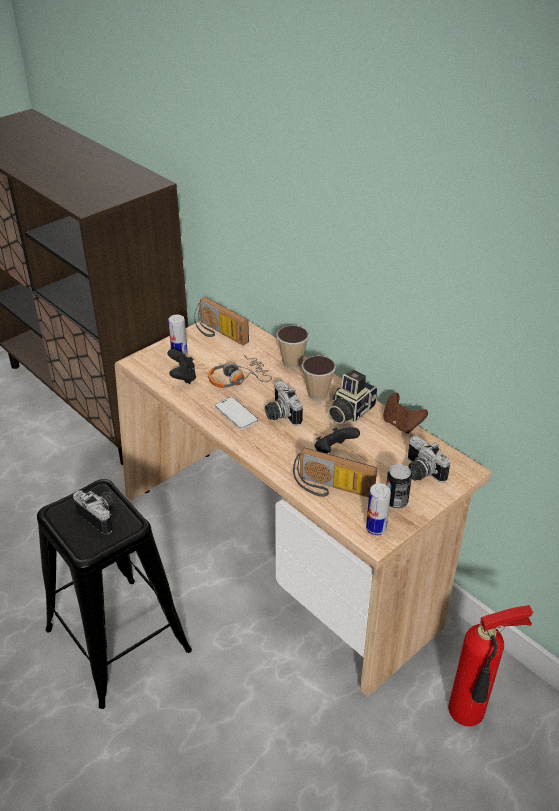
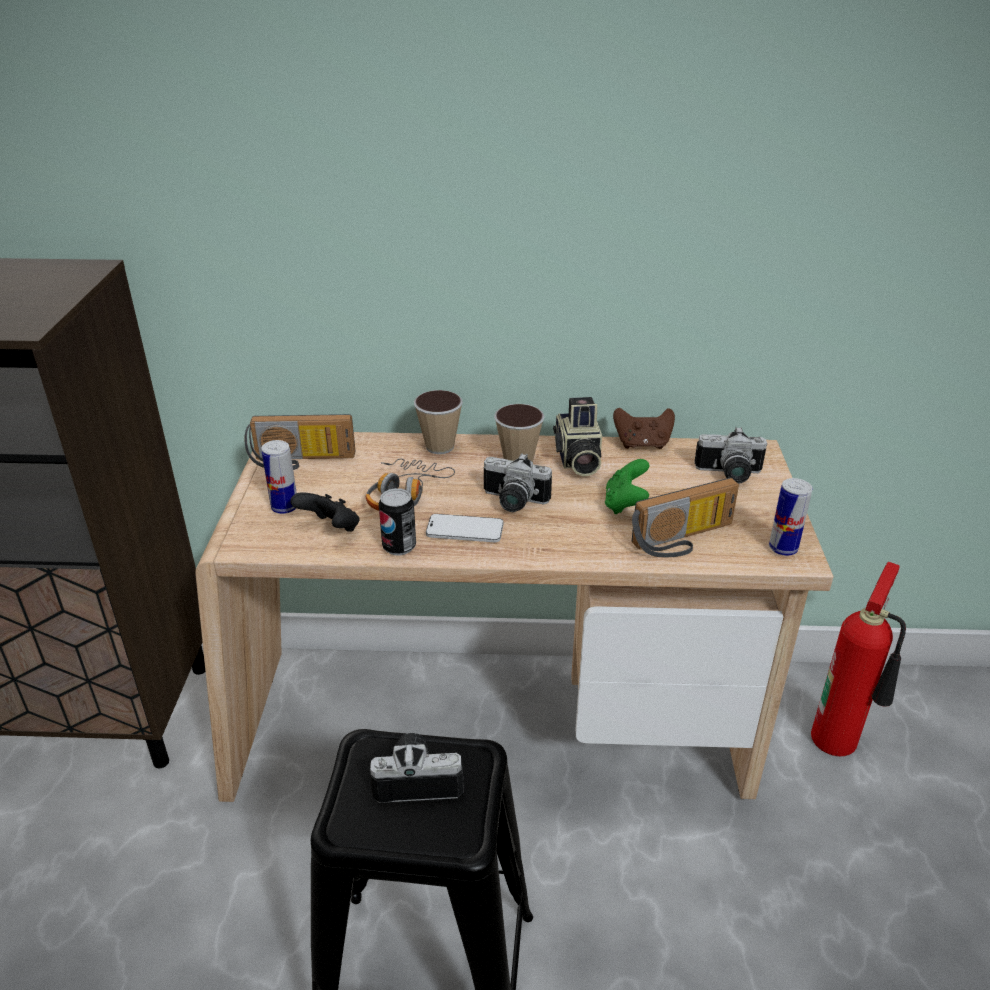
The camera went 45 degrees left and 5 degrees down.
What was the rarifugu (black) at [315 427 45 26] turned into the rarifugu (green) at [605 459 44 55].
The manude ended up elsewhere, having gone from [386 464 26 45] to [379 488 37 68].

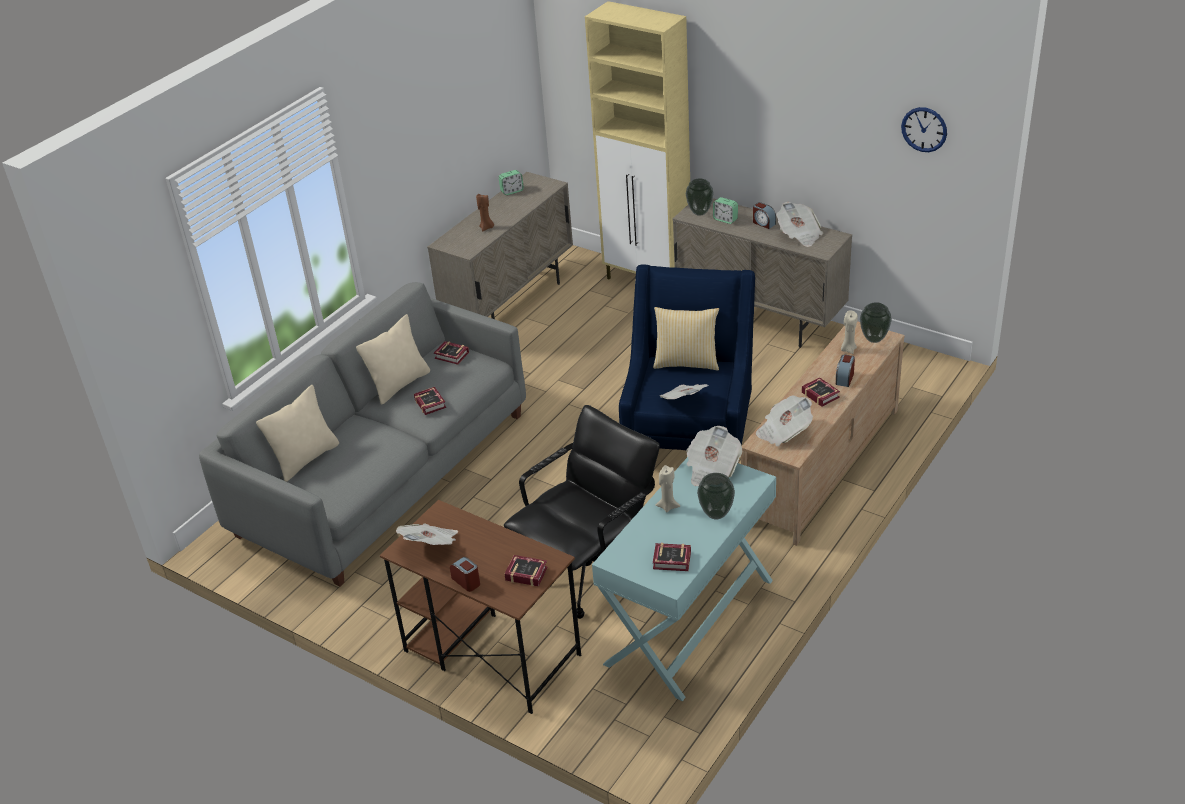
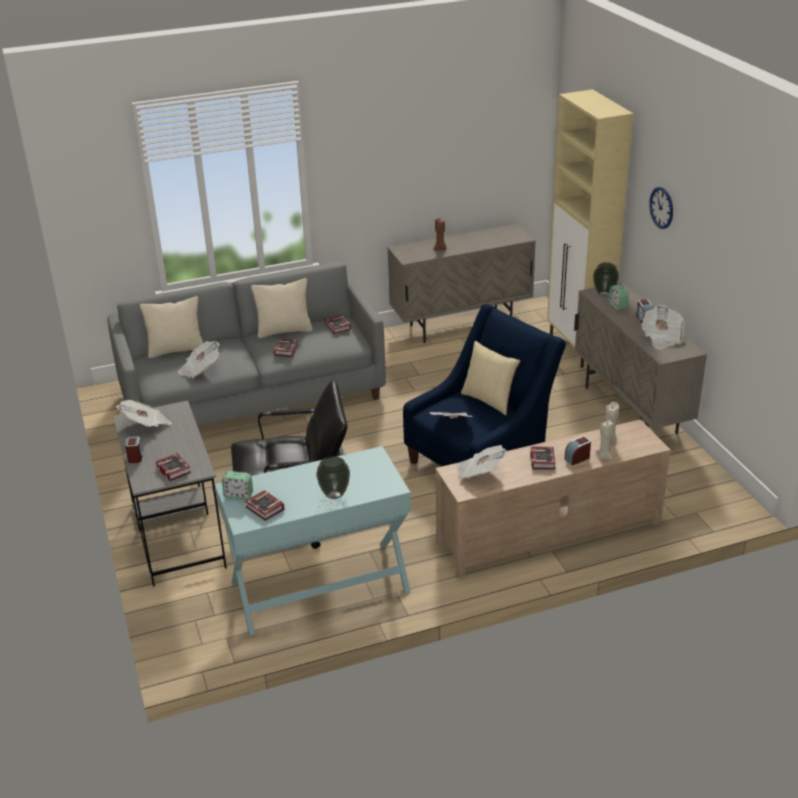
The camera went 35 degrees right and 5 degrees down.
The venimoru ended up elsewhere, having gone from [901 107 46 45] to [649 187 24 42].
The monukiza ended up elsewhere, having gone from [499 170 25 25] to [222 471 31 29].
The second view lost the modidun at [860 302 32 41].
The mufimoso ended up elsewhere, having gone from [686 426 56 60] to [178 341 42 37].
The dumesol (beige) ended up elsewhere, having gone from [655 465 25 47] to [595 420 19 40].
What was the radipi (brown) at [380 500 201 214] turned into the radipi (grey) at [113 401 114 186].

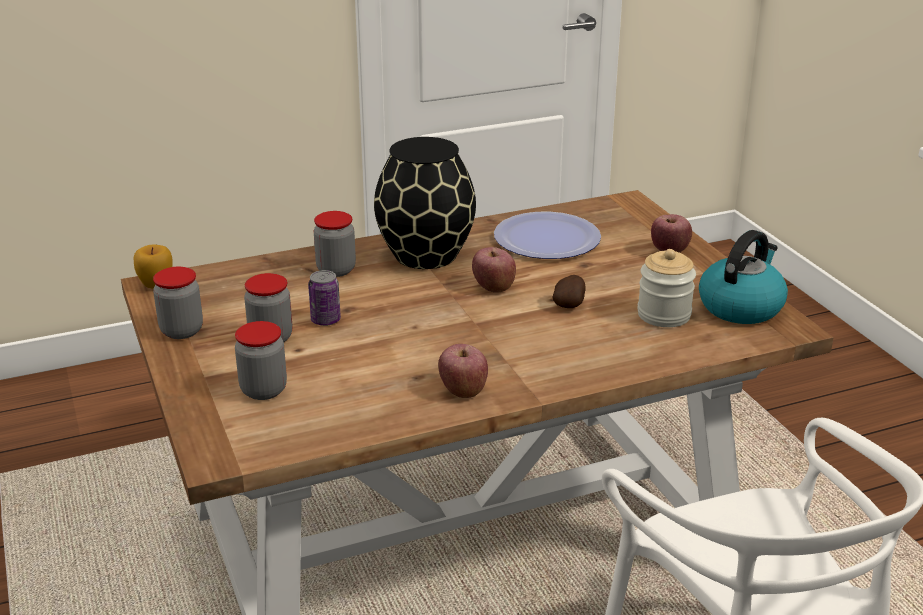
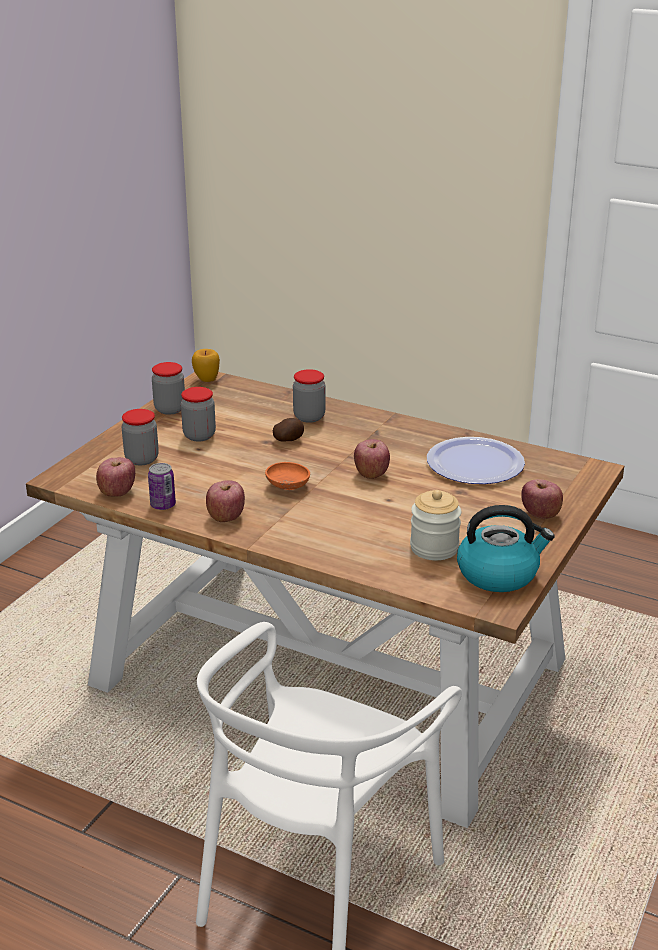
The camera went 50 degrees right and 0 degrees up.
The second view lost the modidun (black) at [374 137 102 132].
The manude ended up elsewhere, having gone from [308 270 33 56] to [148 463 28 47].
The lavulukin ended up elsewhere, having gone from [553 275 33 33] to [273 418 31 24].
The second view gained the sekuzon at [96 457 39 40].
The second view gained the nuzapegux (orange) at [265 462 45 28].

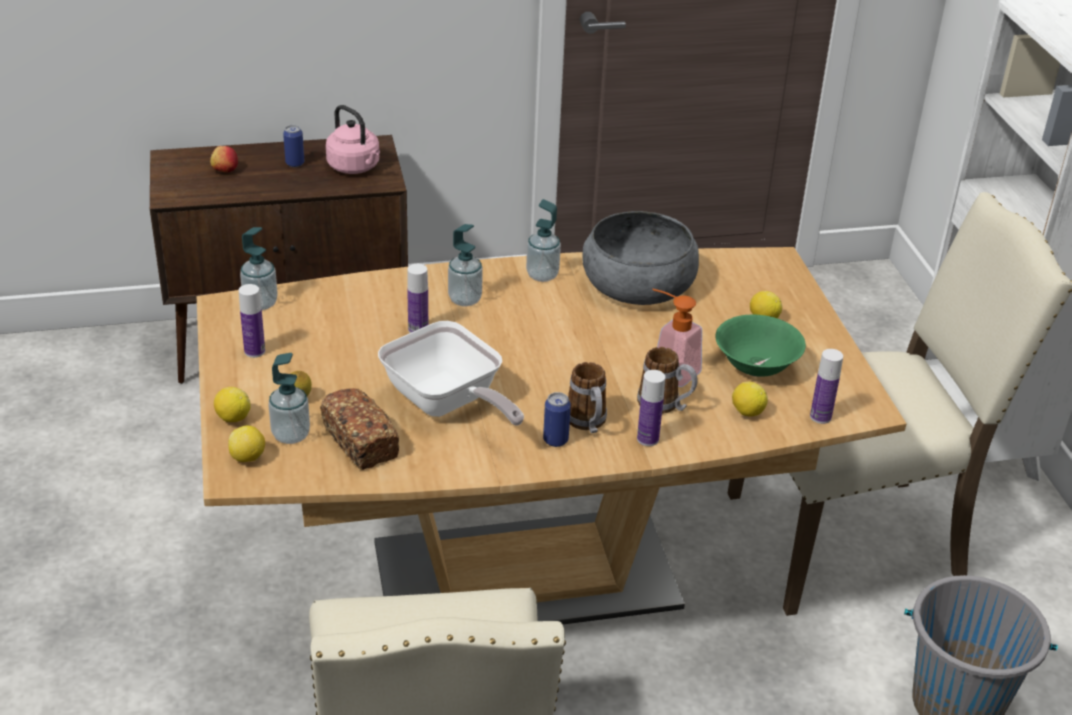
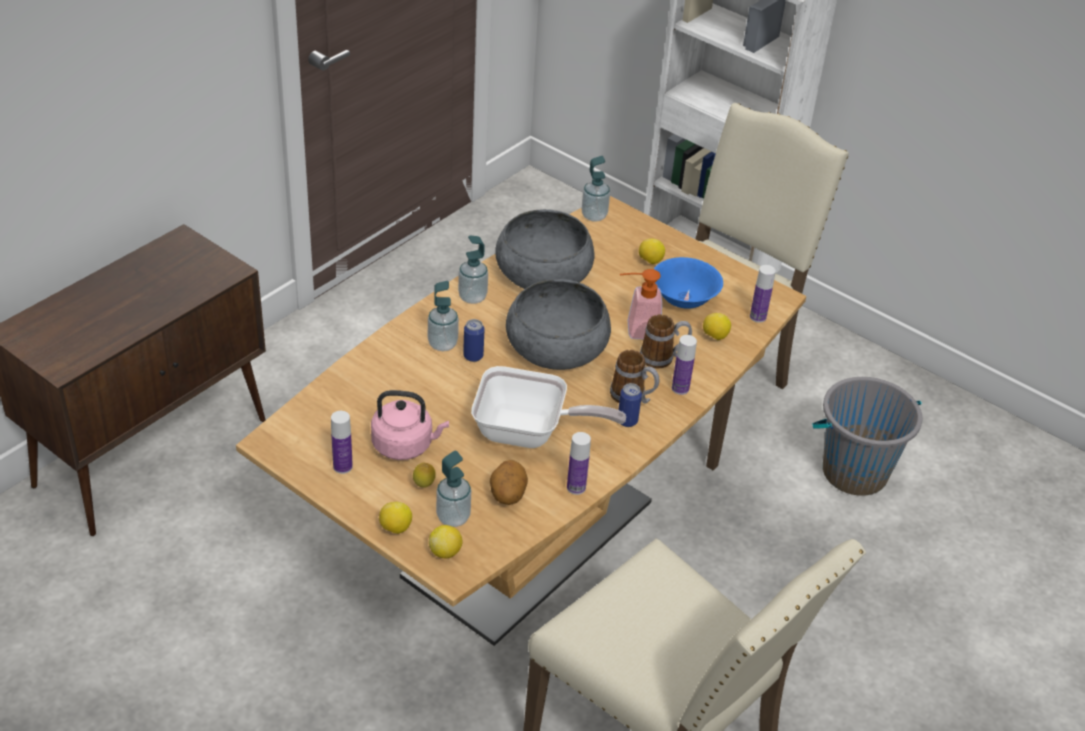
The camera went 40 degrees left and 5 degrees up.
The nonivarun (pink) ended up elsewhere, having gone from [326 105 54 69] to [371 390 78 70].
The manude ended up elsewhere, having gone from [283 125 21 42] to [463 319 22 43].
The second view lost the sekuzon at [210 146 28 27].
The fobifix ended up elsewhere, having gone from [240 227 38 83] to [582 156 28 66].
The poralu ended up elsewhere, having gone from [407 264 21 69] to [567 432 24 63].
What was the nuzapegux (green) at [715 315 91 62] turned into the nuzapegux (blue) at [654 257 69 52].
Where the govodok stood at [320 388 79 82], the lavulukin came to stand at [490 460 38 45].
The second view gained the nuzapegux (grey) at [506 279 105 91].

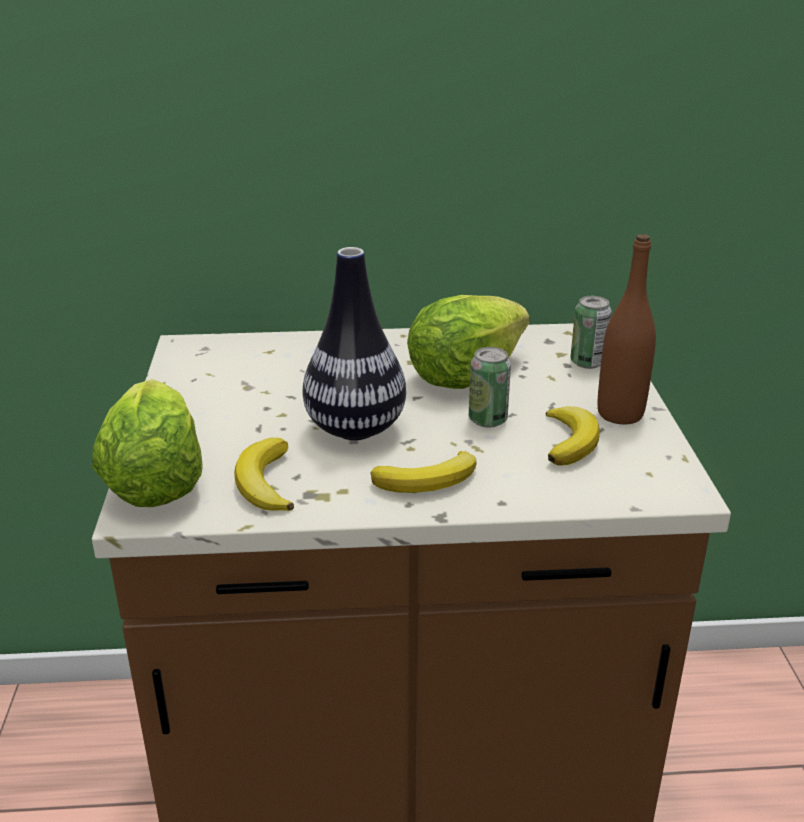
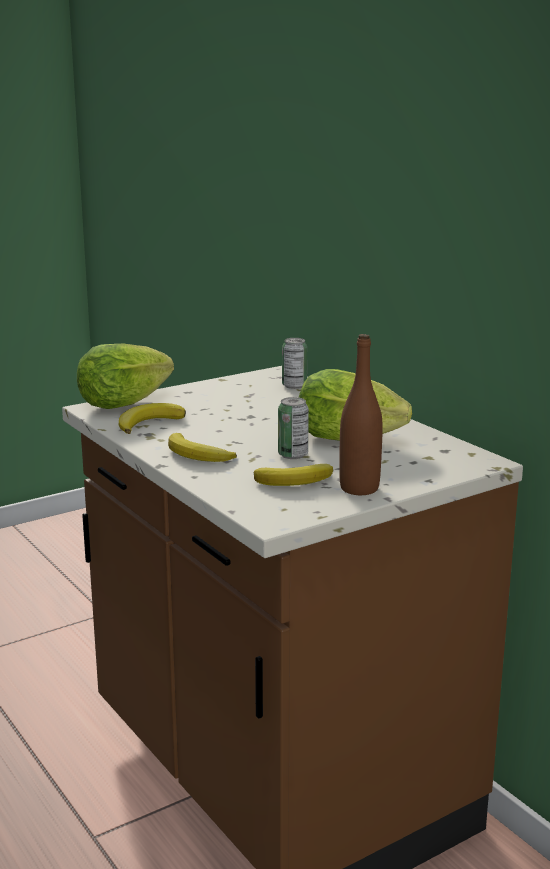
The camera went 60 degrees right and 10 degrees down.
The second view lost the modidun at [303 247 103 193].
The manude ended up elsewhere, having gone from [570 296 42 73] to [282 338 25 51].

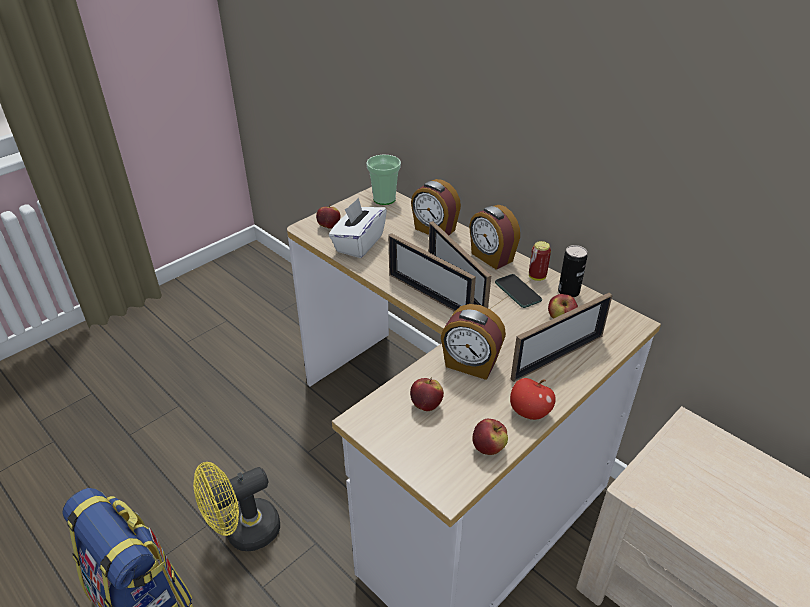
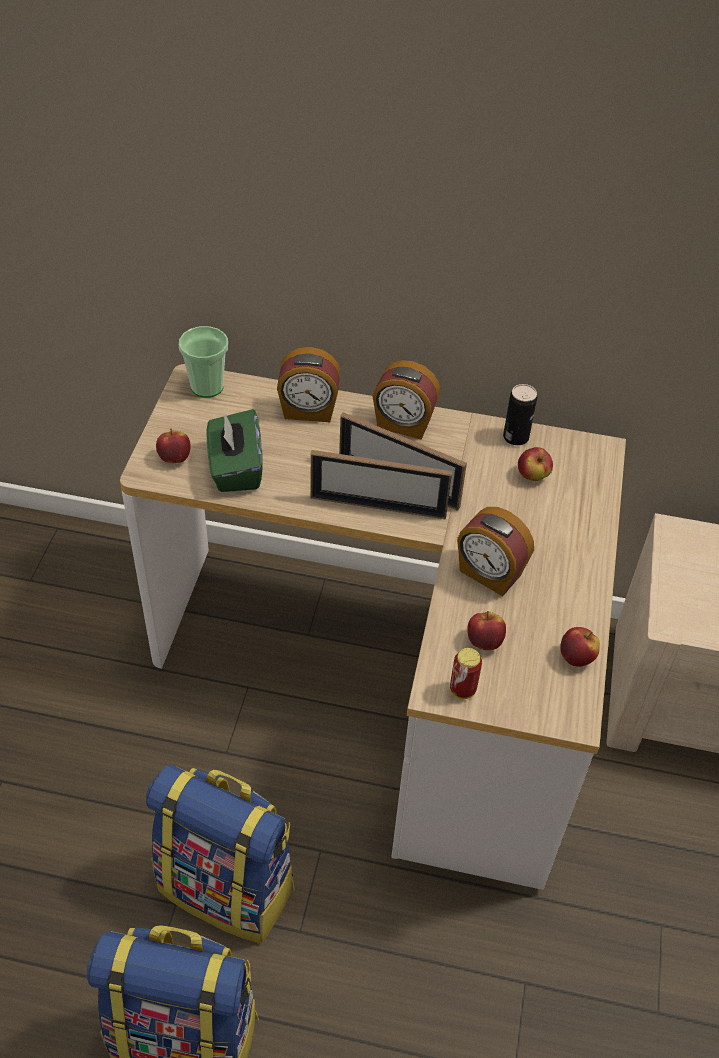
The camera went 35 degrees left and 10 degrees up.
What was the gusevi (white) at [329 198 58 60] turned into the gusevi (green) at [207 409 56 83].
The manude ended up elsewhere, having gone from [529 241 22 40] to [450 648 32 51].
The second view lost the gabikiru at [495 274 47 34].
The second view lost the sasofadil at [511 293 101 89].
The monukiza at [441 304 65 76] ended up facing another way, 45 degrees clockwise from before.
The second view lost the sekuzon at [510 378 46 42].
Where the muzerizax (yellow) stood at [193 462 87 89], the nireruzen came to stand at [146 765 149 179].

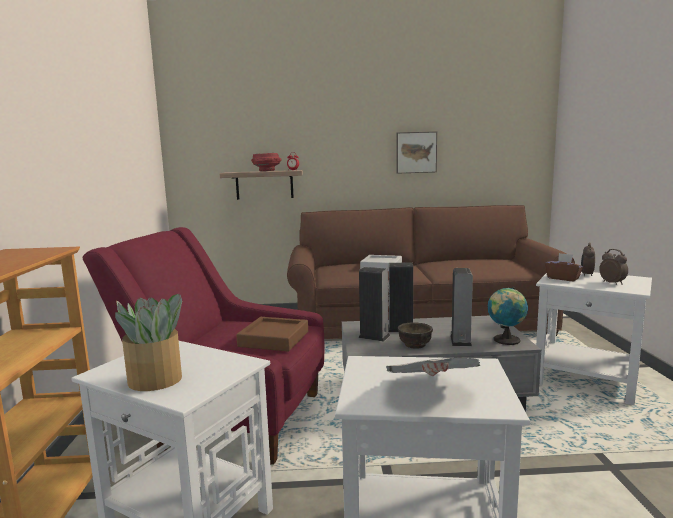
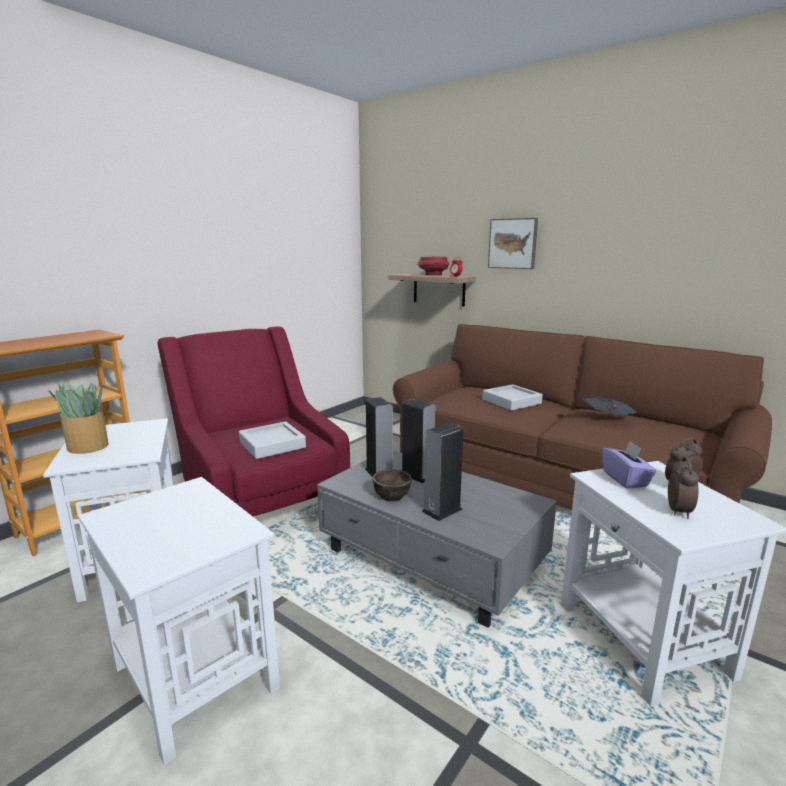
The camera went 40 degrees right and 5 degrees up.
The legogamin ended up elsewhere, having gone from [396 132 41 42] to [488 218 50 51].
What was the gusevi (brown) at [545 253 38 28] turned into the gusevi (purple) at [602 441 54 48].
The second view lost the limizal at [488 287 40 58].
What was the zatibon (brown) at [237 317 71 34] turned into the zatibon (grey) at [239 421 67 38].
The mufimoso ended up elsewhere, having gone from [387 358 93 18] to [583 398 54 17].

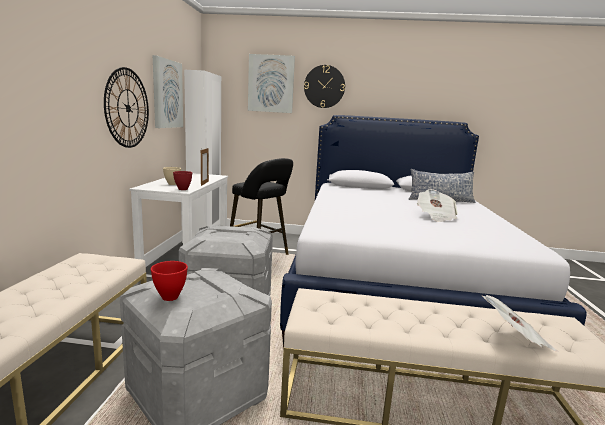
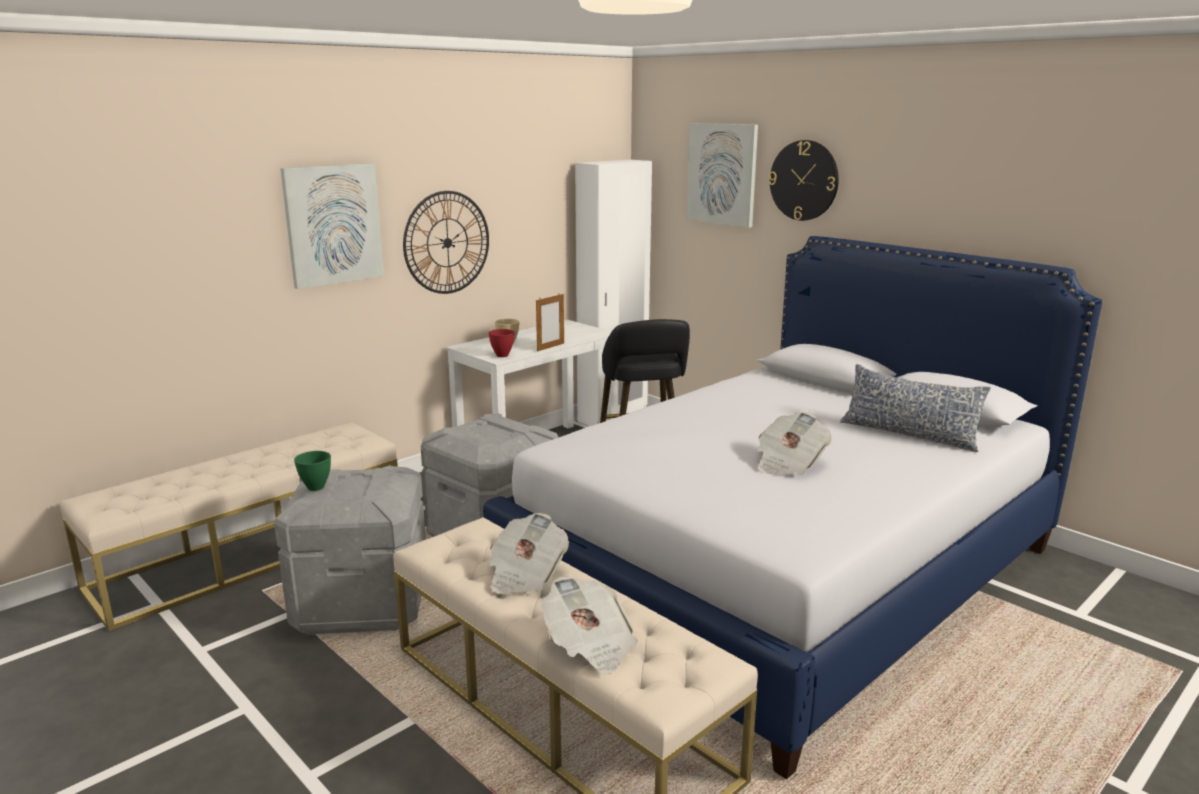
The camera went 40 degrees right and 5 degrees up.
The legogamin ended up elsewhere, having gone from [153 55 30 73] to [280 163 104 126].
What was the nuzapegux (red) at [151 261 37 40] turned into the nuzapegux (green) at [294 451 37 40].
The second view gained the mufimoso at [488 513 81 81].

